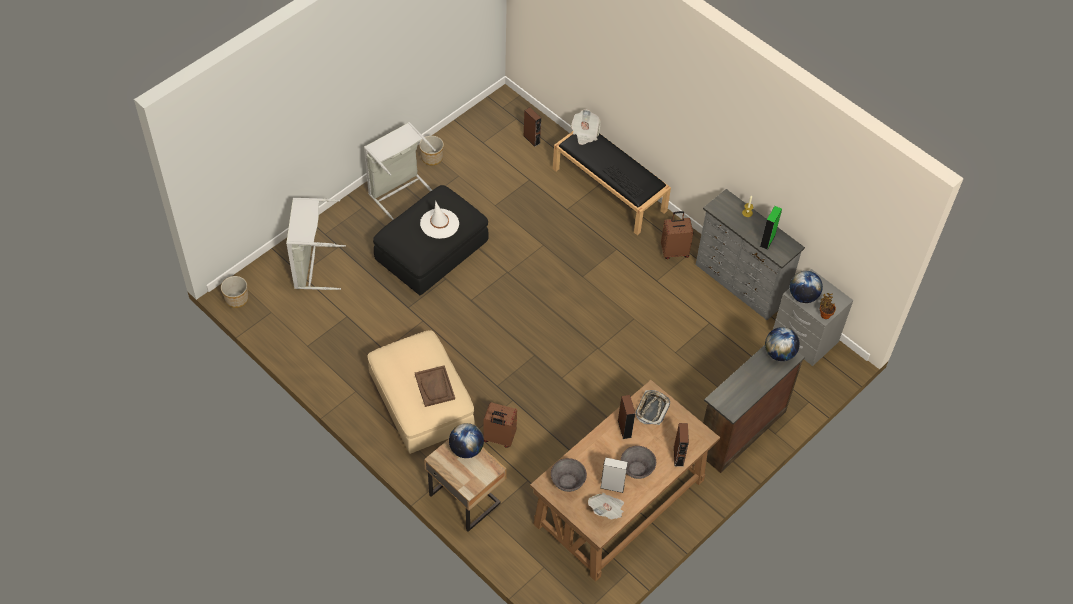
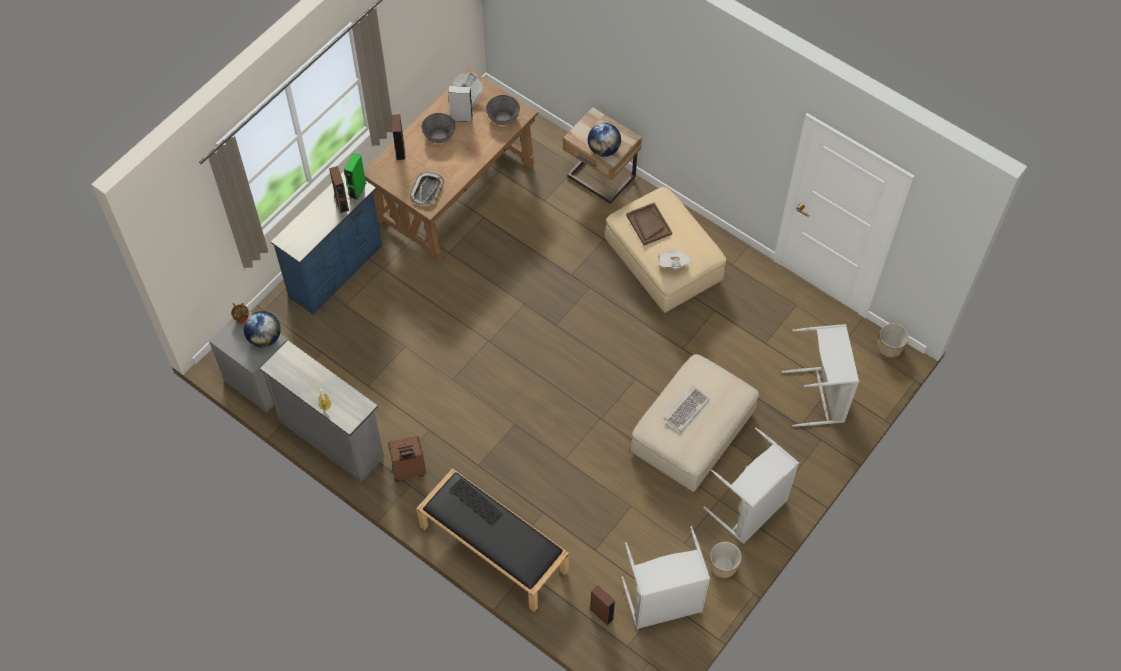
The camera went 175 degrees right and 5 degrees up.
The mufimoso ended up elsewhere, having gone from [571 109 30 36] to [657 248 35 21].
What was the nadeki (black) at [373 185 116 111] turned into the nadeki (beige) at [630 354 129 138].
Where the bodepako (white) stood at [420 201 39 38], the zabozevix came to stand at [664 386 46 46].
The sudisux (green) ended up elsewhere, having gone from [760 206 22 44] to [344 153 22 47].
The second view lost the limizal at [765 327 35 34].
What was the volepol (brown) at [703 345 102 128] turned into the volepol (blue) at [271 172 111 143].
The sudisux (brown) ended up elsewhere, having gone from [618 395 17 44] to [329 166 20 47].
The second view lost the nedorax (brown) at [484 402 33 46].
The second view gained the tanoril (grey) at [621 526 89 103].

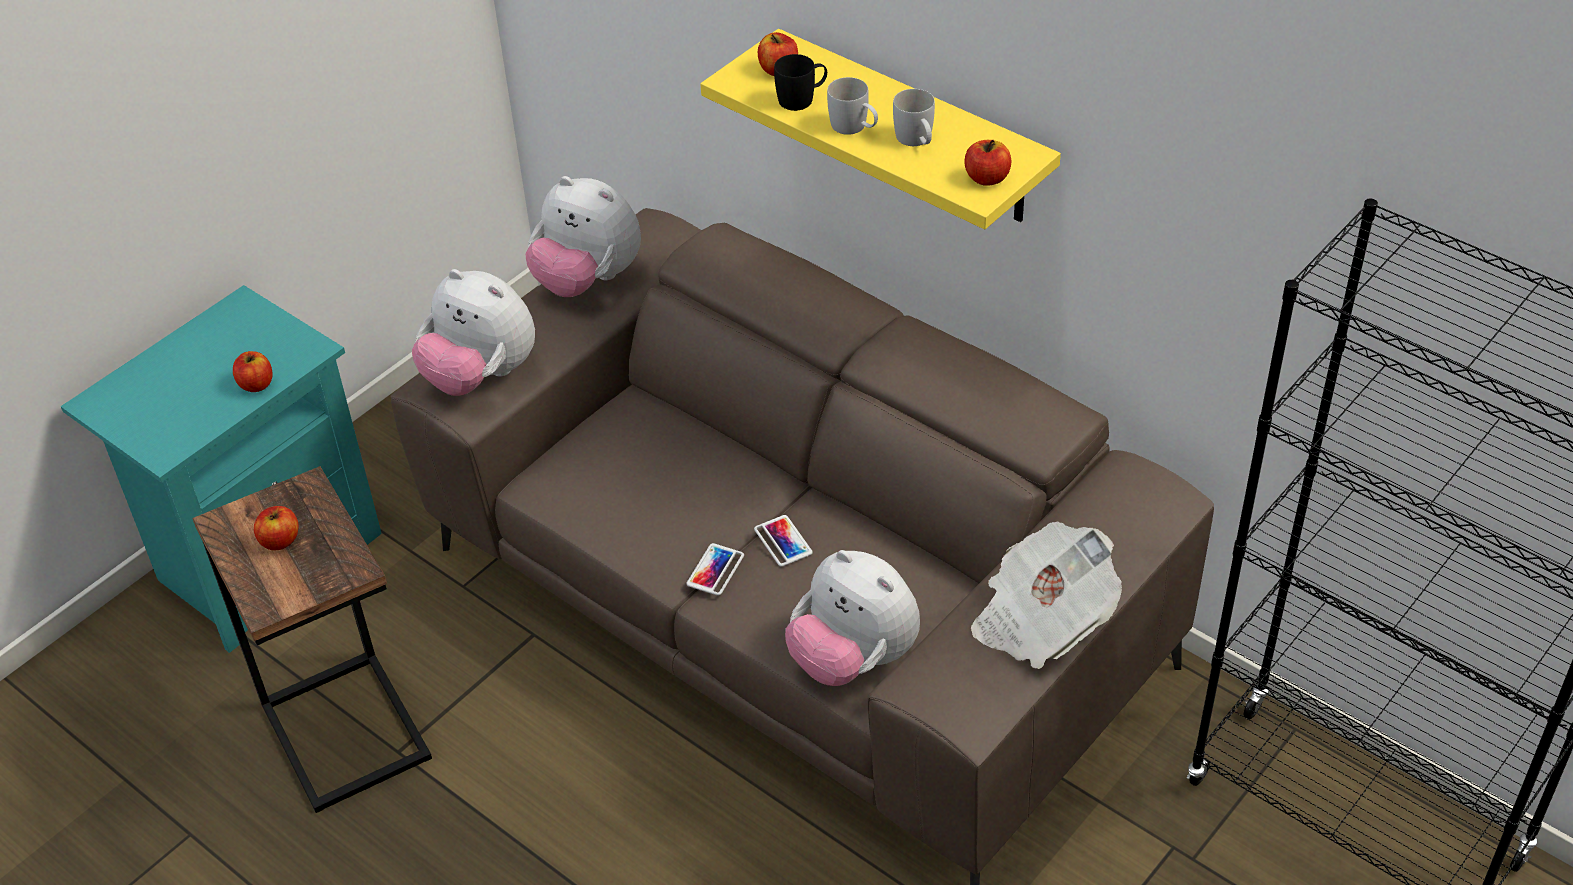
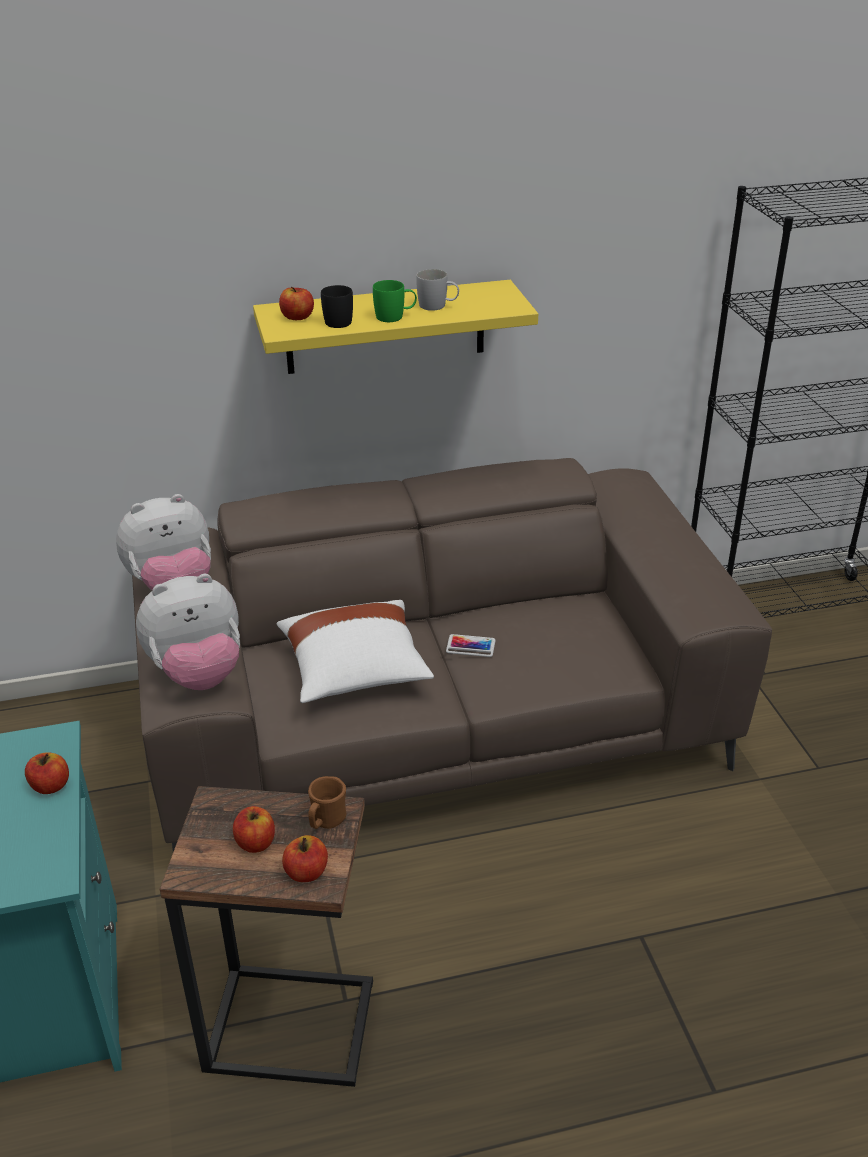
The camera went 55 degrees left and 10 degrees down.
What was the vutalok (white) at [827 77 51 58] turned into the vutalok (green) at [373 280 44 42].
The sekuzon ended up elsewhere, having gone from [964 140 47 46] to [282 835 46 47].
The second view lost the mufimoso at [971 521 151 148].
The second view lost the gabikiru at [686 543 58 53].
The second view lost the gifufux at [785 550 135 136].
The second view gained the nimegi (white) at [276 600 158 103].
The second view gained the vutalok (brown) at [308 776 38 53].

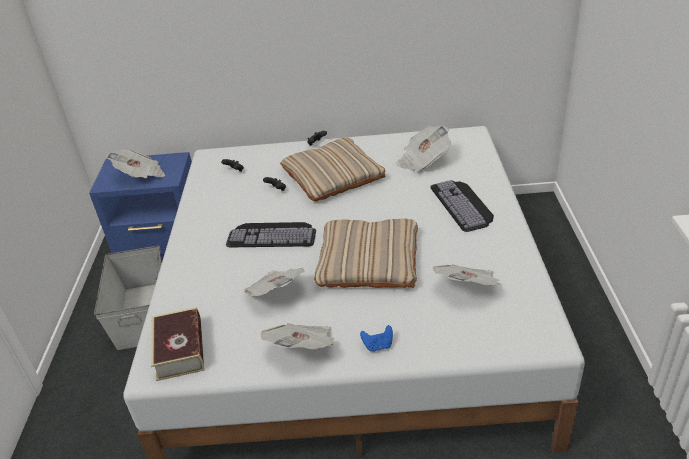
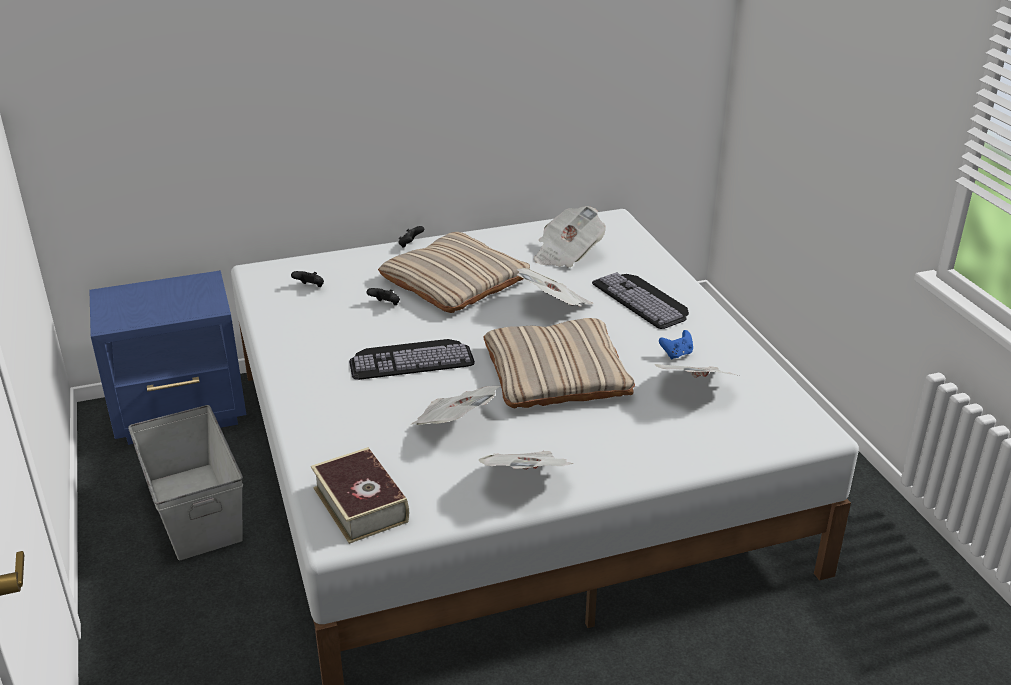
The camera went 20 degrees left and 5 degrees down.
The mufimoso ended up elsewhere, having gone from [106 149 59 29] to [516 268 78 39].
The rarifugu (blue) ended up elsewhere, having gone from [360 325 33 27] to [659 330 34 29].

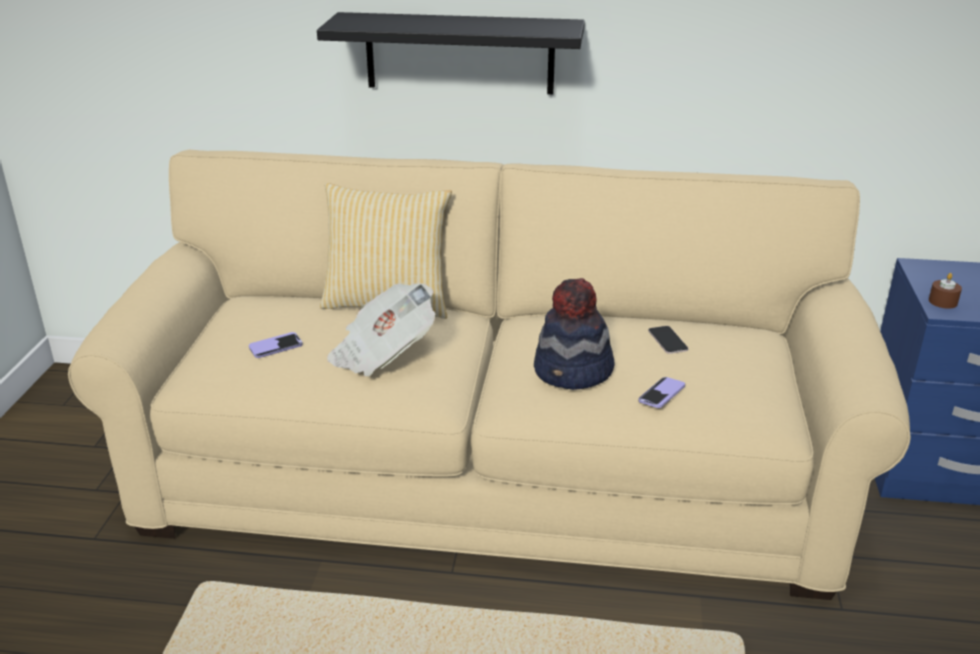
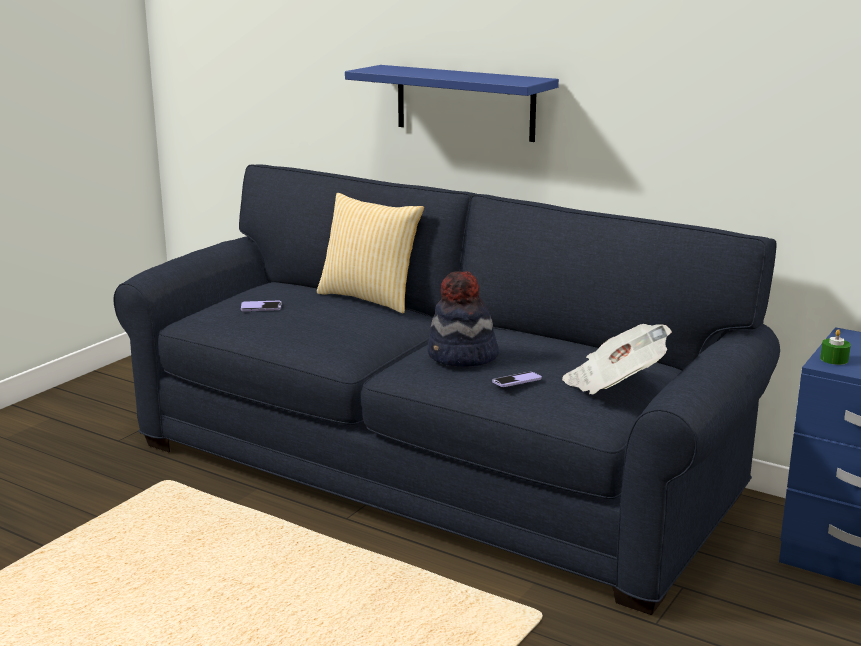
The camera went 25 degrees right and 10 degrees down.
What was the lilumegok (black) at [317 12 268 82] turned into the lilumegok (blue) at [345 65 214 77].
What was the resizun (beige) at [68 150 843 450] turned into the resizun (blue) at [113 164 667 451].
What was the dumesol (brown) at [929 273 33 36] turned into the dumesol (green) at [820 329 31 36].
The mufimoso ended up elsewhere, having gone from [327 283 108 94] to [562 324 110 70].
The second view lost the gabikiru at [648 326 41 28].

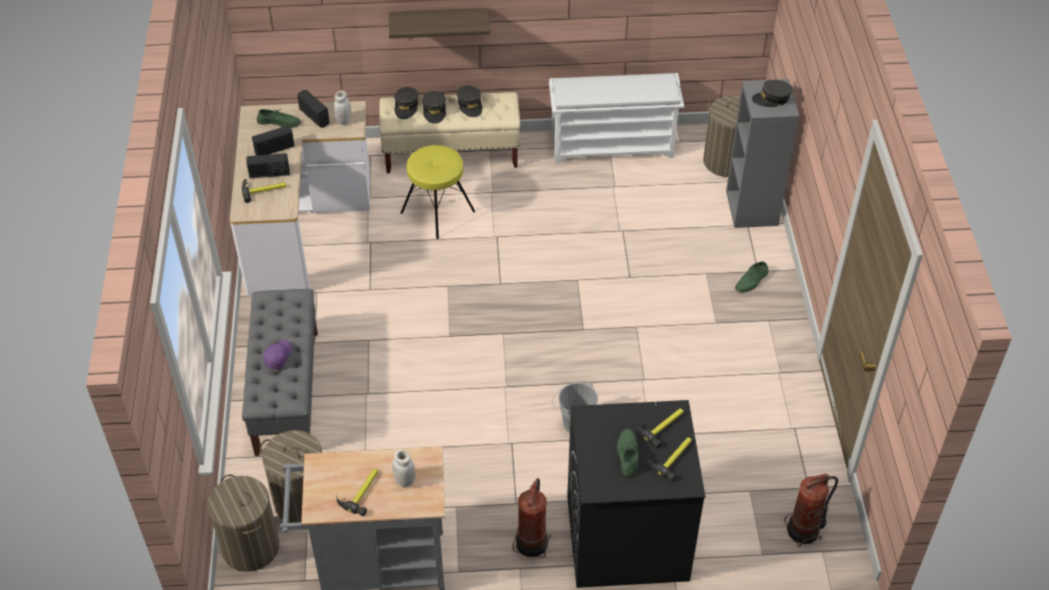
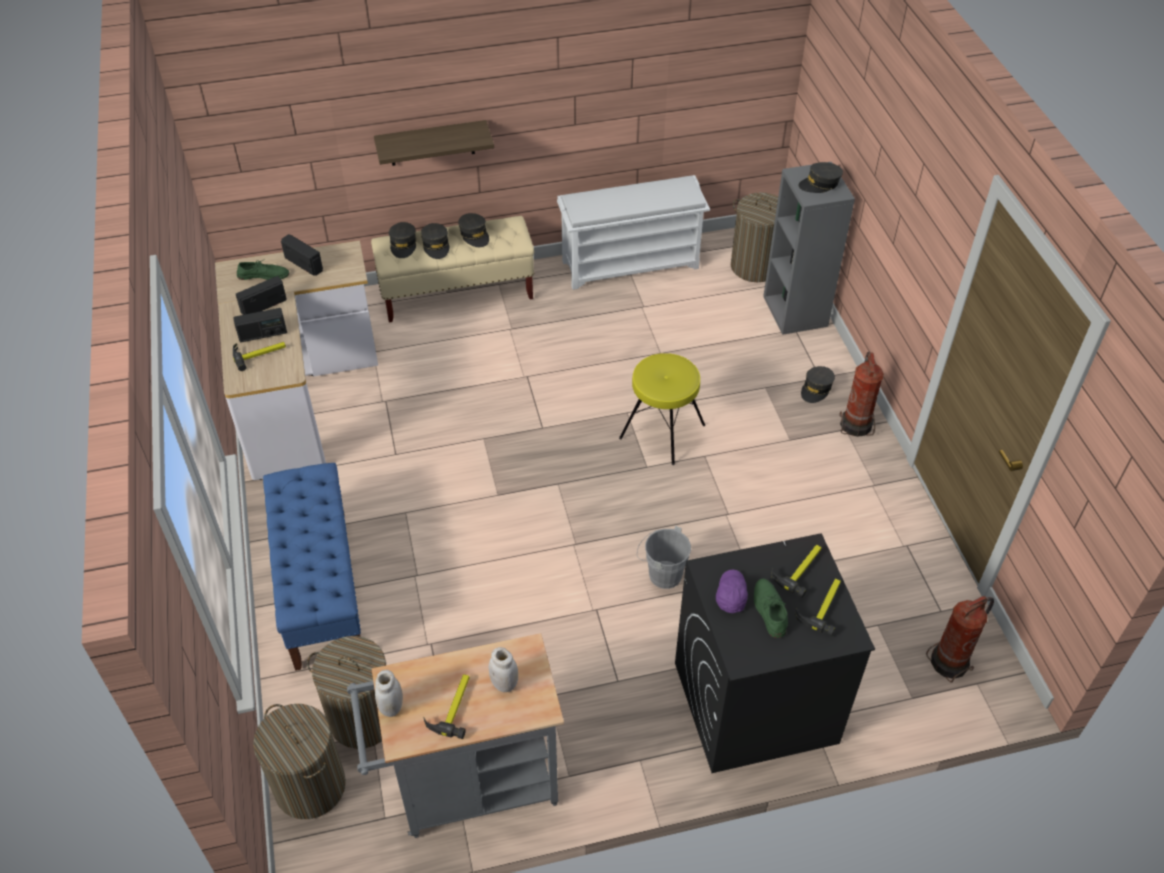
The camera went 10 degrees left and 0 degrees up.
The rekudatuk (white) ended up elsewhere, having gone from [334 91 17 34] to [375 670 28 47].
The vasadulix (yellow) ended up elsewhere, having gone from [401 145 74 94] to [619 353 86 112].
Where the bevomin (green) stood at [735 262 33 31], the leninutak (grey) came to stand at [801 366 34 37].
What was the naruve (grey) at [242 289 76 167] turned into the naruve (blue) at [263 463 98 208].
The leninutak (purple) ended up elsewhere, having gone from [263 340 29 29] to [716 570 32 43].
The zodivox ended up elsewhere, having gone from [512 478 39 80] to [839 351 45 86].

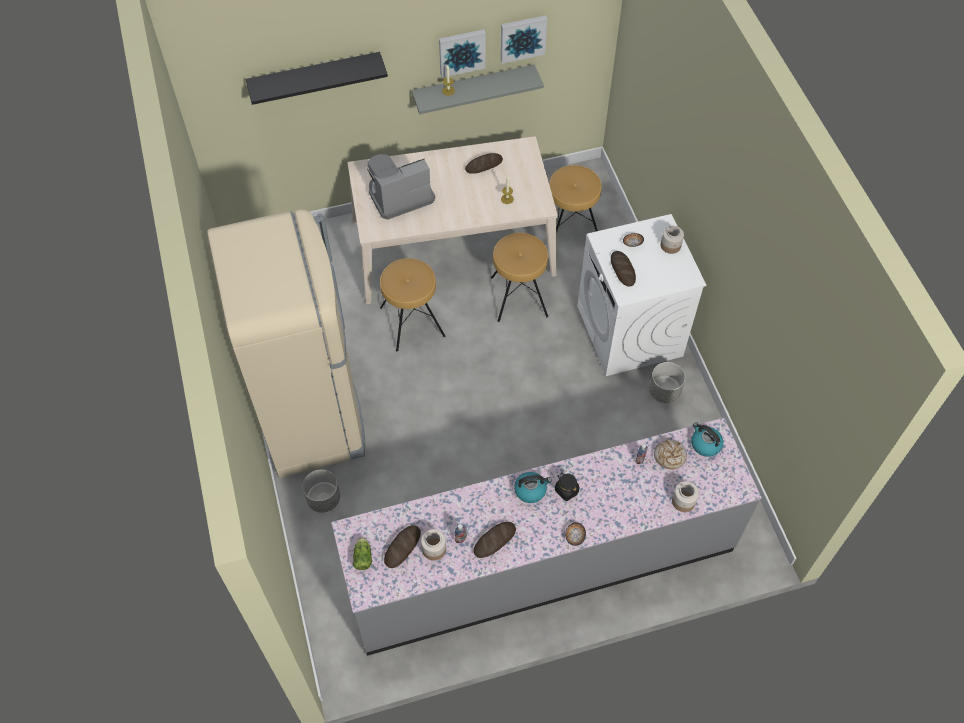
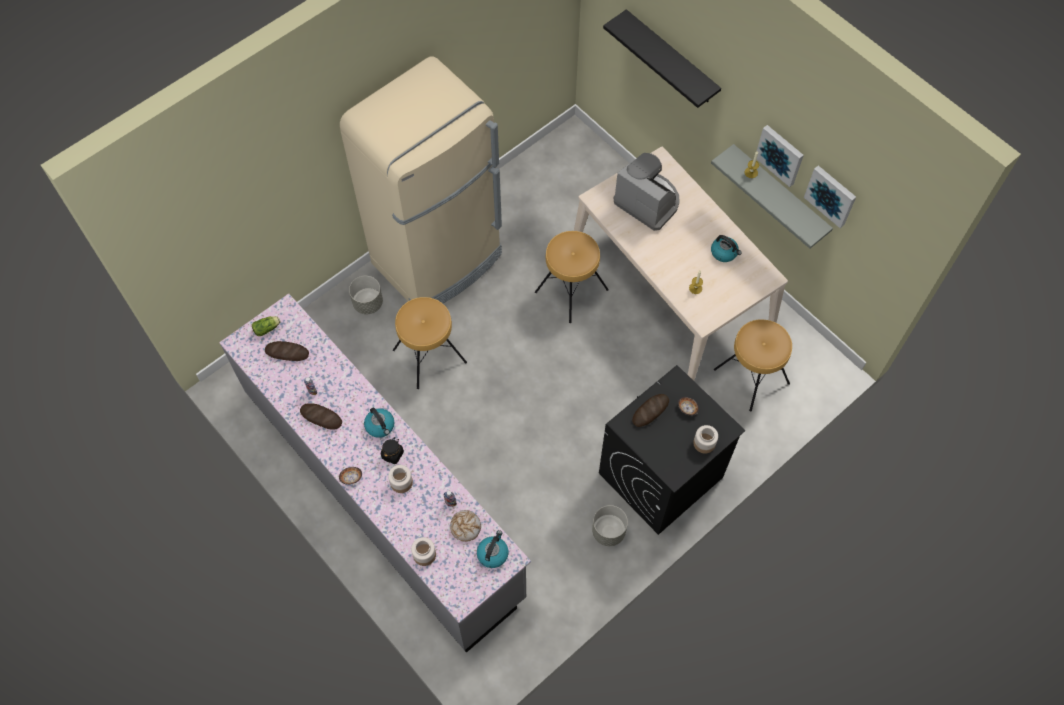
The camera went 65 degrees right and 5 degrees up.
Where the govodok stood at [465 153 38 21], the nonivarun came to stand at [711 235 31 27].
What was the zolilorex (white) at [577 214 130 162] turned into the zolilorex (black) at [599 365 146 170].
The vasadulix (brown) ended up elsewhere, having gone from [491 233 57 89] to [393 297 74 92].
The rekudatuk ended up elsewhere, having gone from [421 529 25 31] to [388 465 25 28].

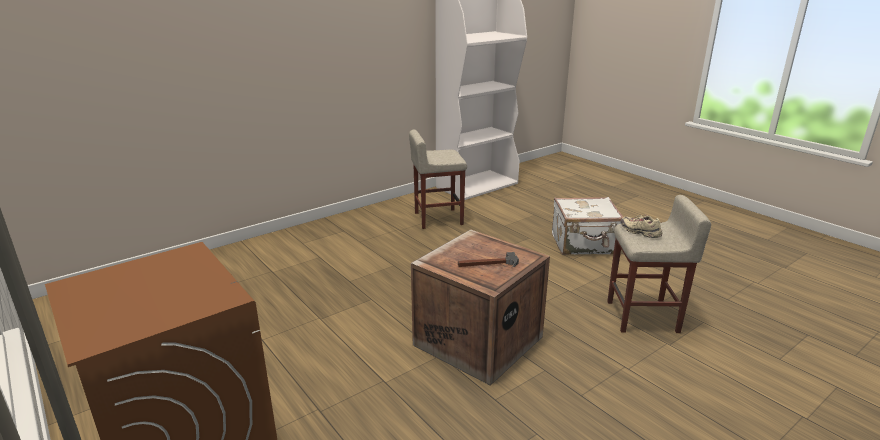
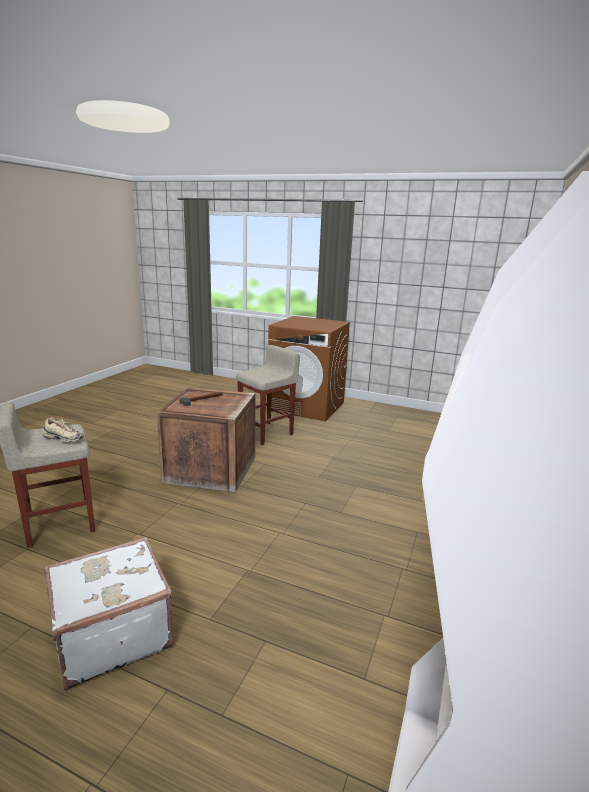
The camera went 150 degrees right and 5 degrees down.
The vasadulix (beige) ended up elsewhere, having gone from [409 130 58 99] to [236 345 64 100].

